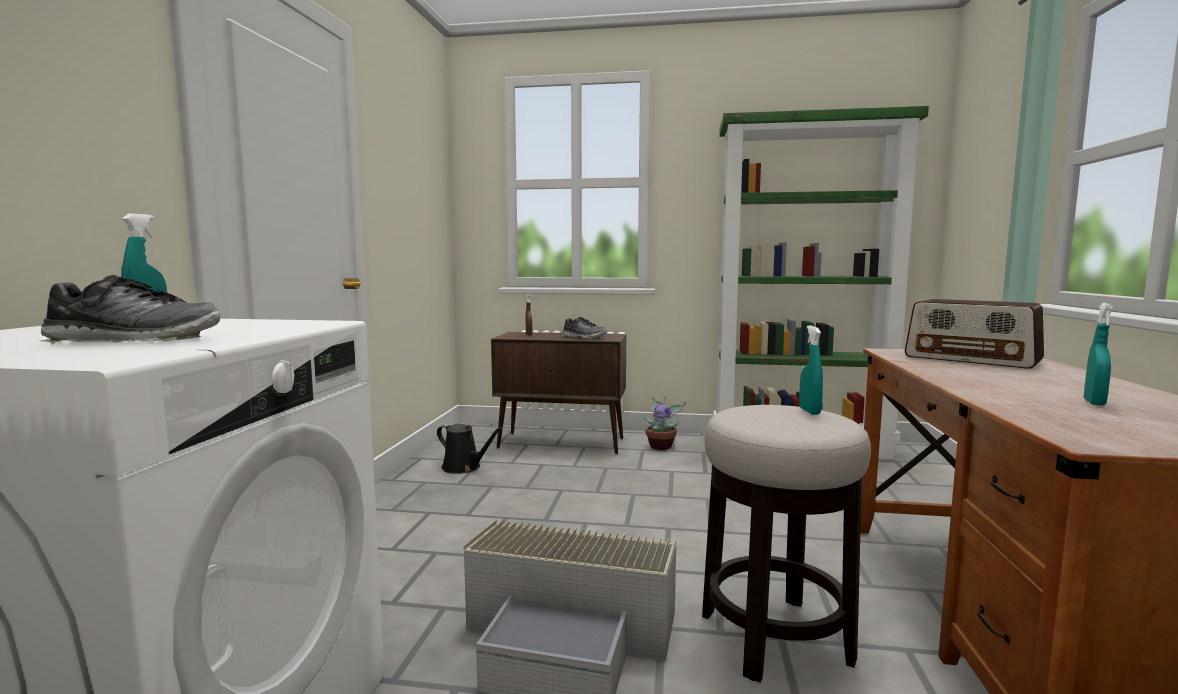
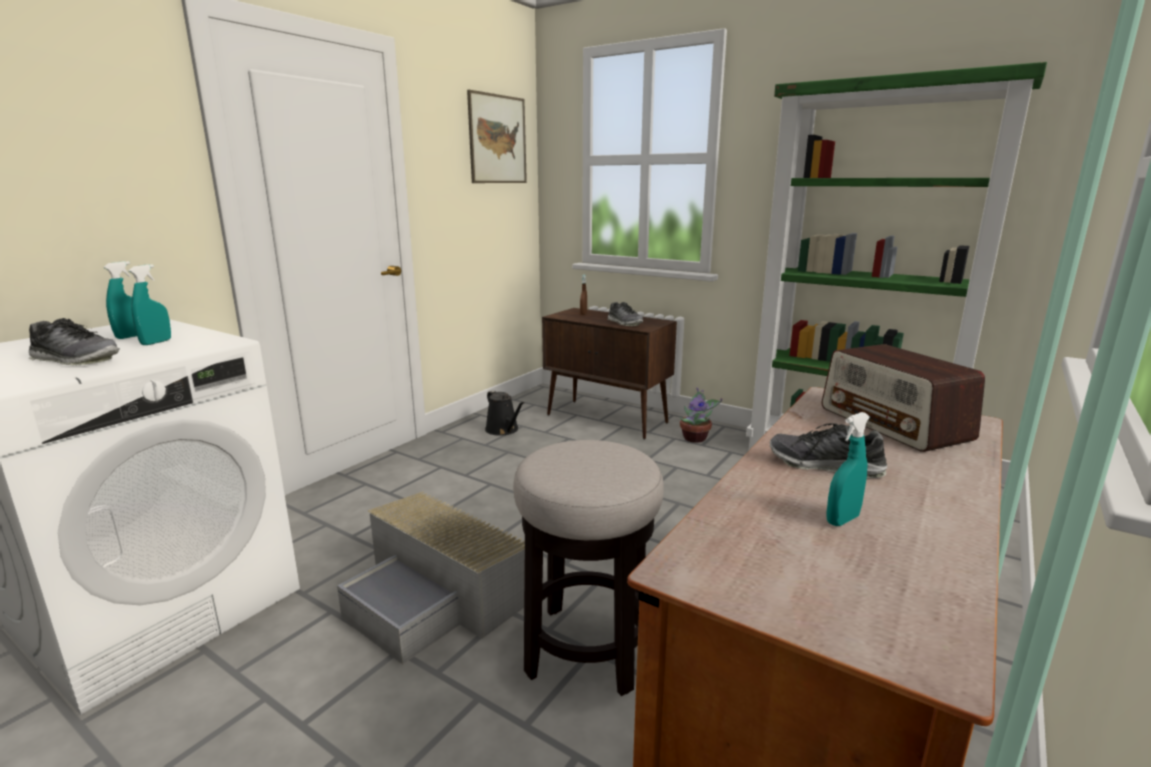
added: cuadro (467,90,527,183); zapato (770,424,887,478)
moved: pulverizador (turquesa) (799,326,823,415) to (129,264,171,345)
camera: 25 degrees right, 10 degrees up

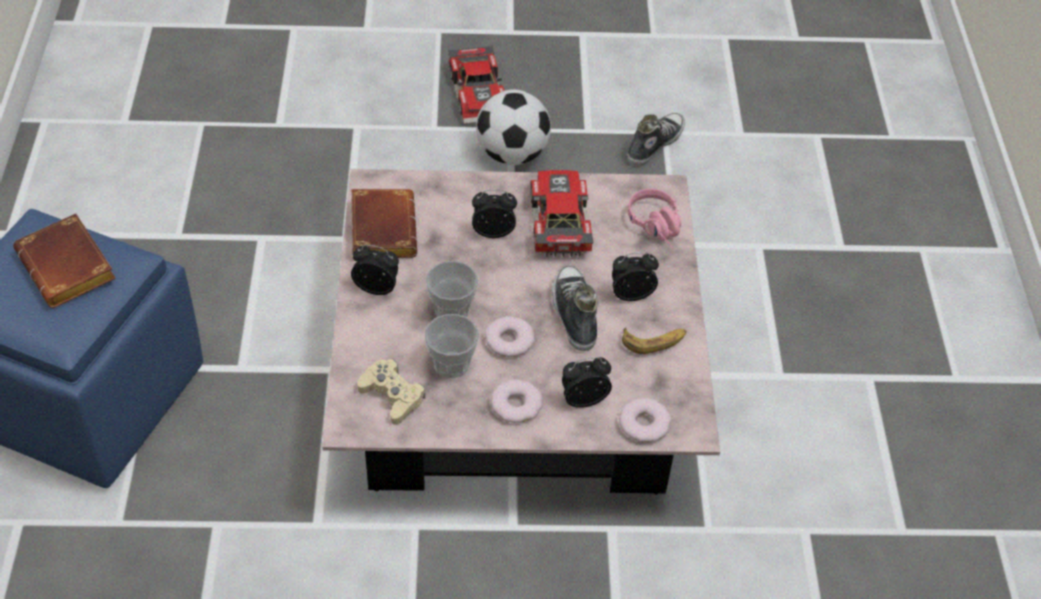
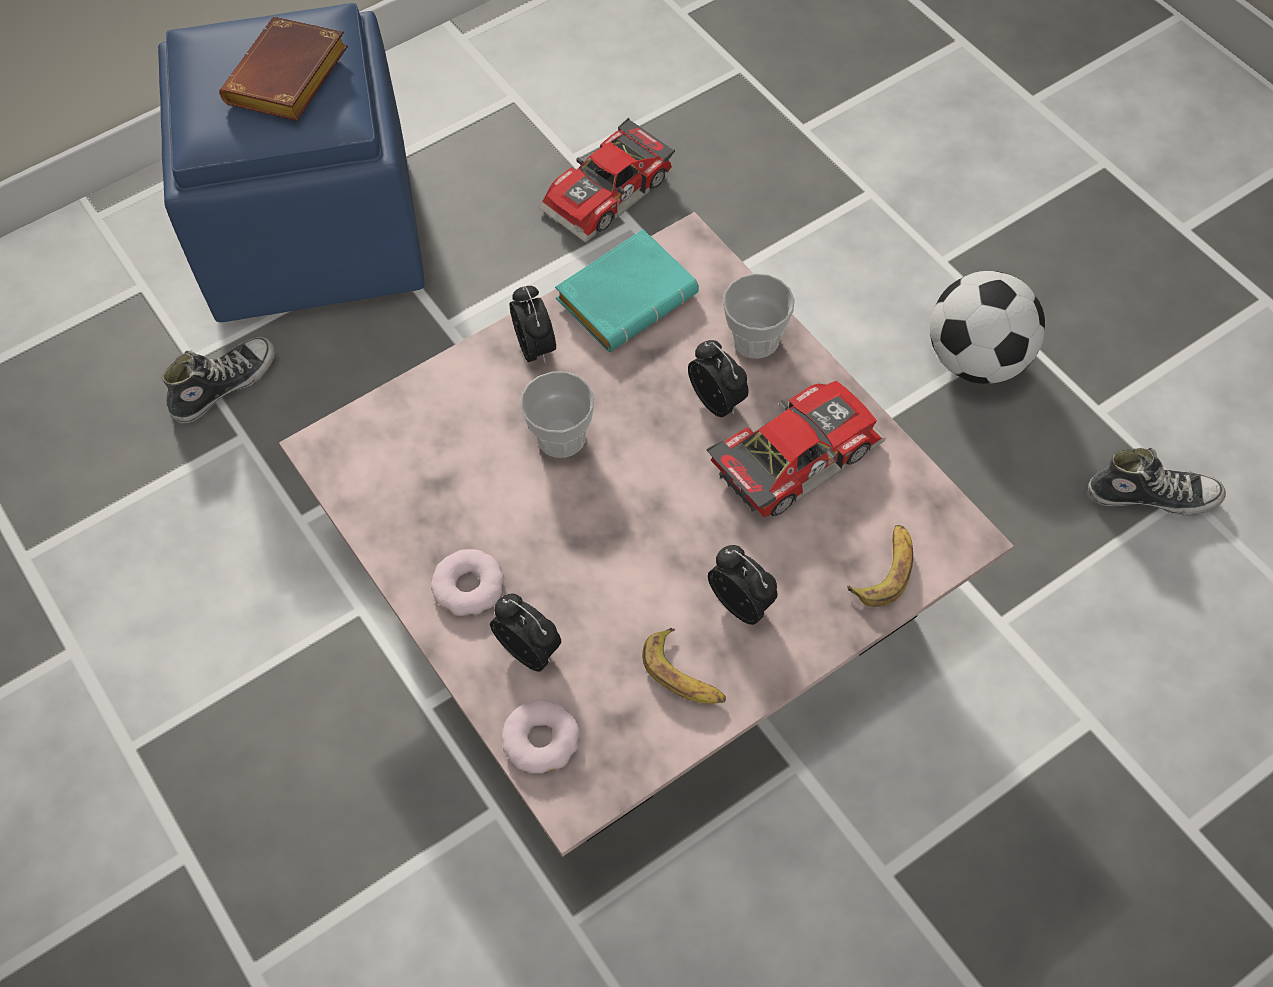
removed: mando de consola (beis) (357,359,425,425); rosquilla (485,316,535,357)
moved: zapato (552,265,597,351) to (161,337,275,423); coche de juguete (449,45,505,124) to (539,118,675,243); taza (425,314,479,378) to (723,274,795,358)
replaced: auriculares (rosa) (628,189,681,249) to plátano (847,525,913,607)
recoloured: libro (marrón) (352,189,417,258) to libro (turquesa) (555,229,699,352)
camera: 60 degrees right, 10 degrees up

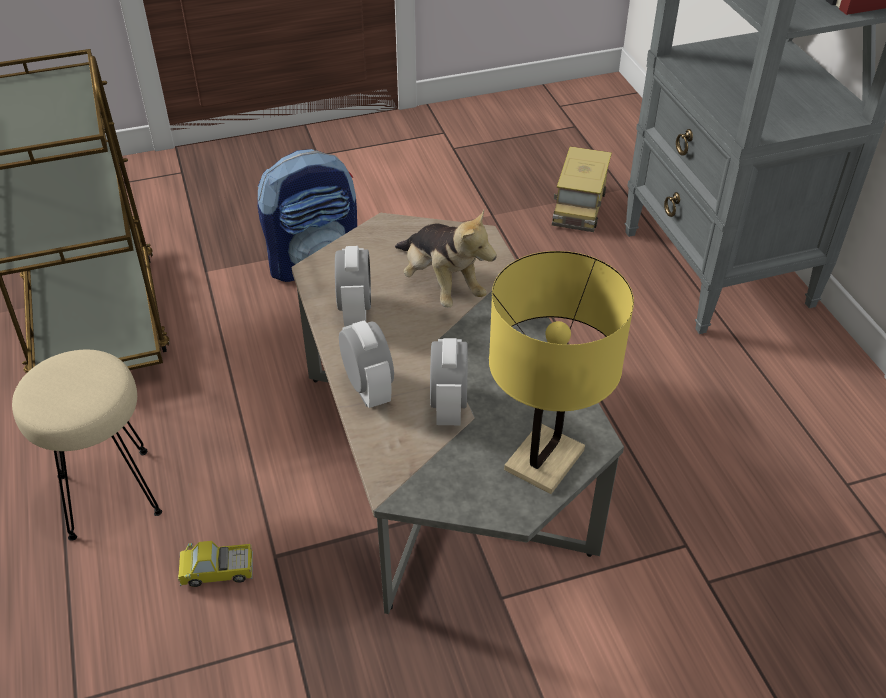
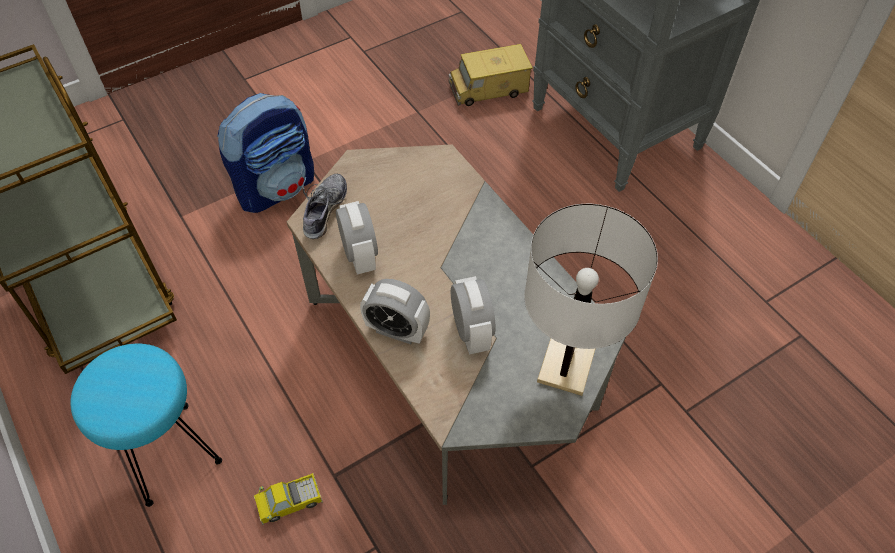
removed: peluche (395,210,497,307)
added: zapato (302,174,347,239)
recoloured: taburete (beis) (12,350,162,541) to taburete (turquesa) (70,344,222,507); lámpara de mesa (amarillo) (489,251,634,494) to lámpara de mesa (blanco) (524,204,658,396)
turned: despertador (339,320,394,408) = (360,279,430,344) 150 degrees clockwise; camión de juguete (552,146,612,232) = (449,44,533,106) 75 degrees clockwise
camera: 15 degrees left, 10 degrees up

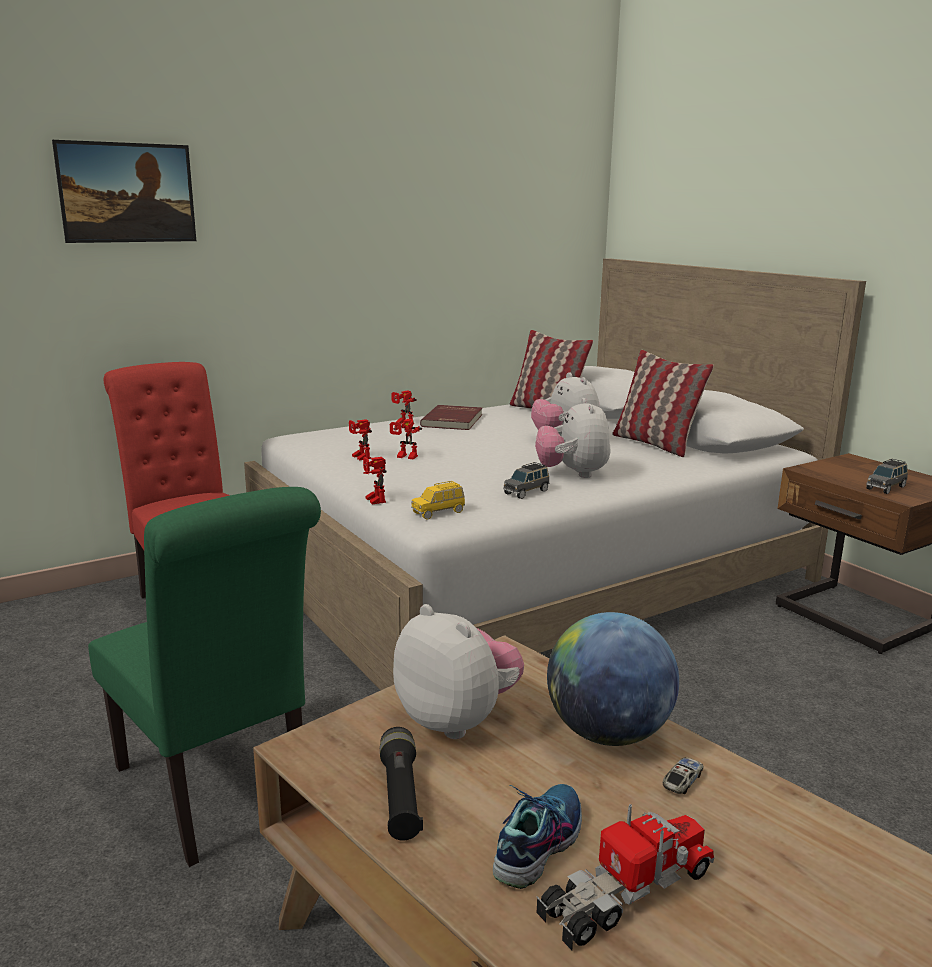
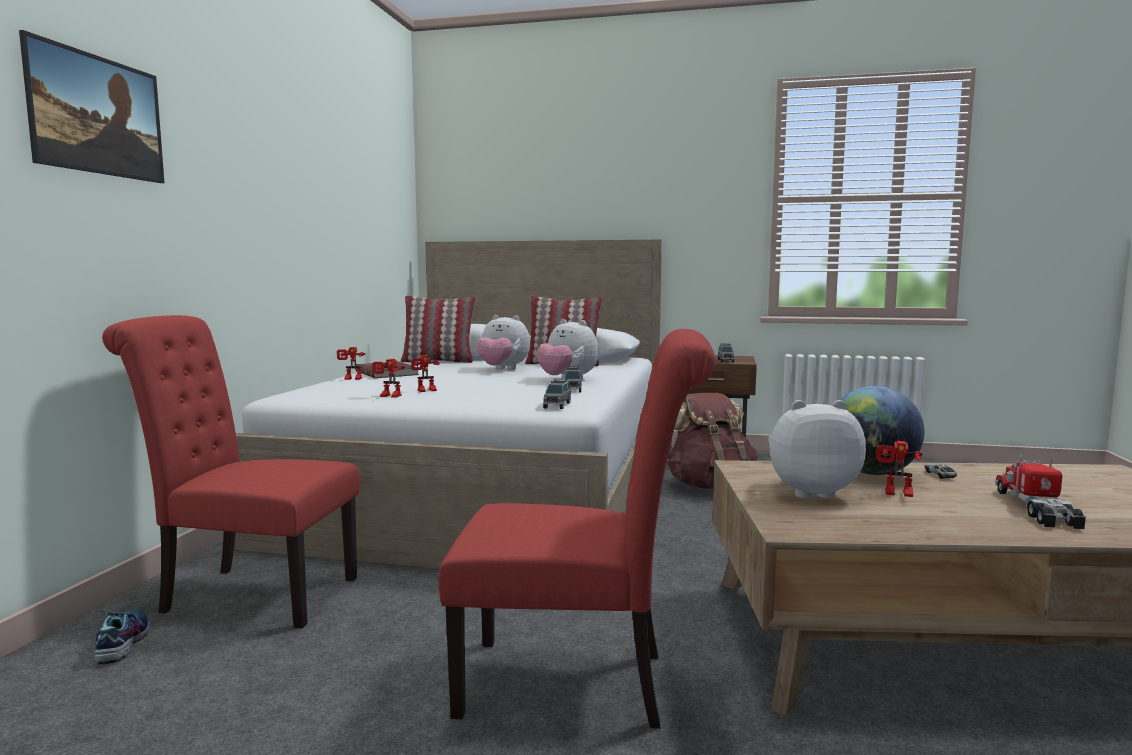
removed: linterna (negro) (380,727,423,840)
added: mochila (marrón) (667,393,758,489)
moved: zapato (493,784,582,889) to (95,609,150,664); robot de juguete (363,457,387,505) to (876,441,922,497)
recoloured: silla (verde) (88,487,321,867) to silla (rojo) (438,329,716,729); coche de juguete (amarillo) (411,481,465,520) to coche de juguete (gris) (543,379,571,409)
camera: 45 degrees left, 10 degrees down

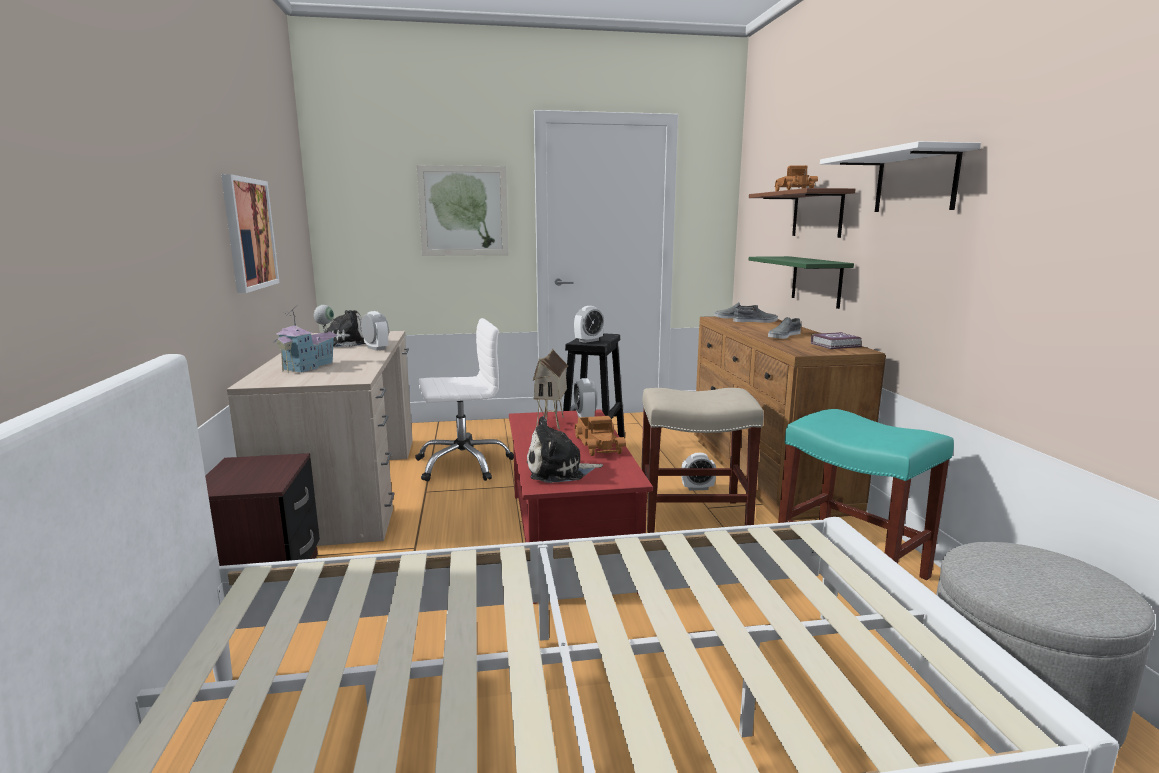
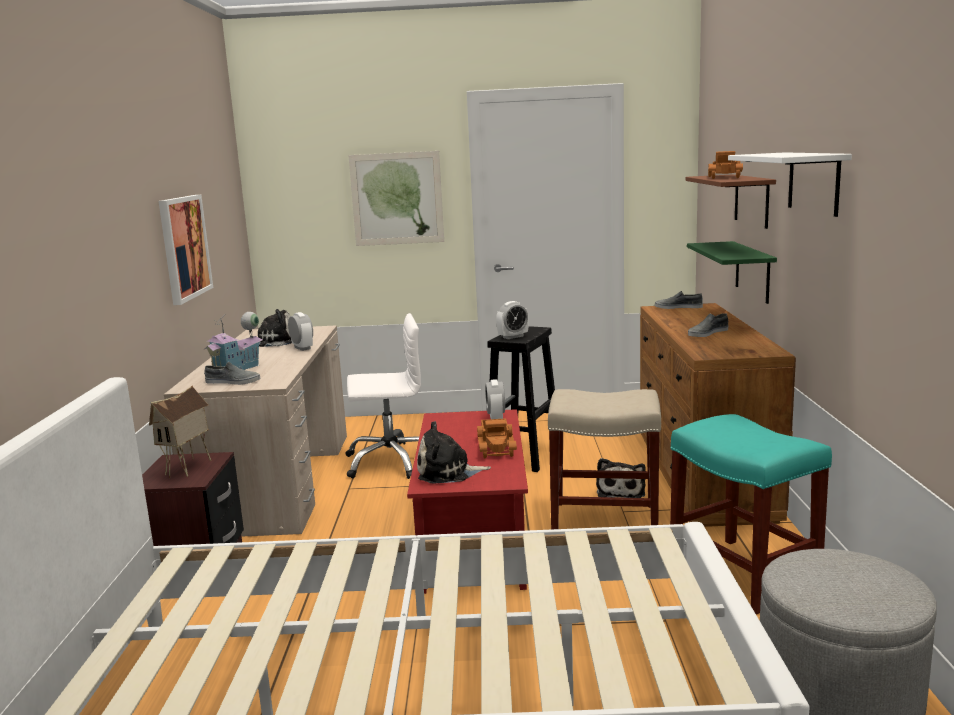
removed: libro (811,332,862,349)
moved: casita (533,349,568,429) to (149,385,211,478); zapato (gris) (733,305,778,323) to (204,362,261,385)
replaced: despertador (681,453,716,491) to peluche (596,458,646,498)
camera: 10 degrees right, 0 degrees up

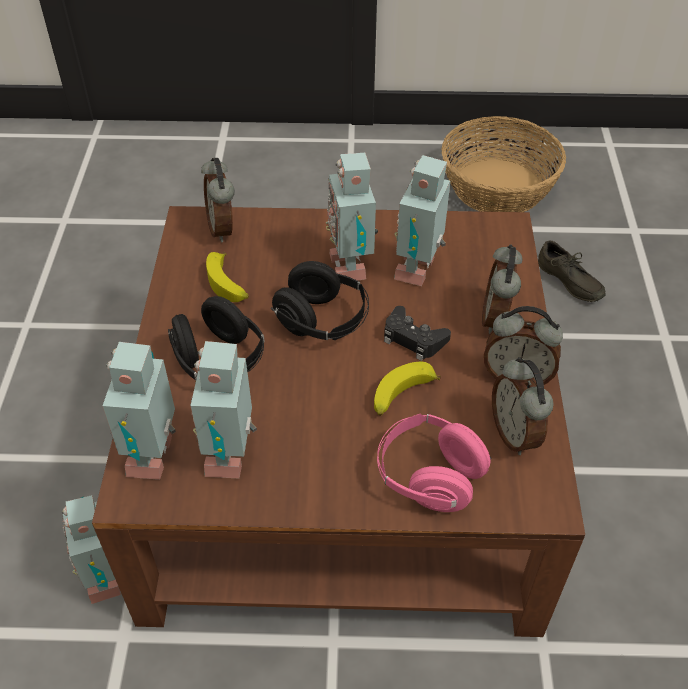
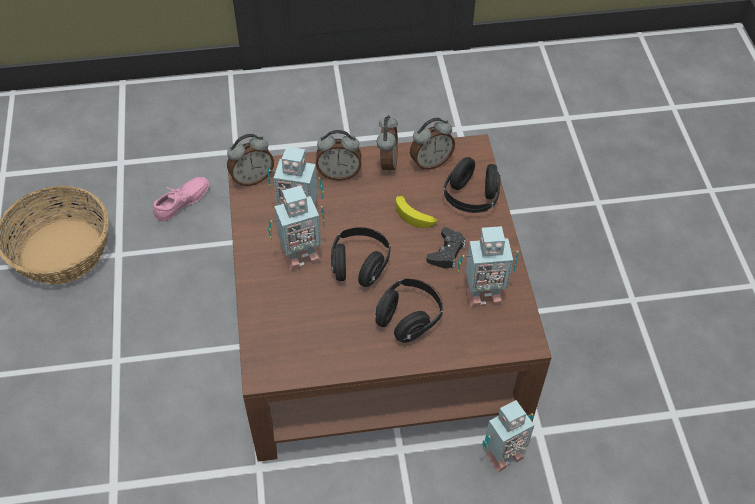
removed: robot de juguete (102,342,176,480); plátano (206,252,249,302)
moved: despertador (201,158,234,243) to (227,134,274,186); mando de consola (negro) (384,306,451,361) to (426,227,466,269)
recoloured: zapato (gris) (538,241,606,302) to zapato (rosa) (153,177,209,221); auriculares (rosa) (377,414,491,512) to auriculares (negro) (443,157,500,213)
camera: 100 degrees left, 5 degrees up

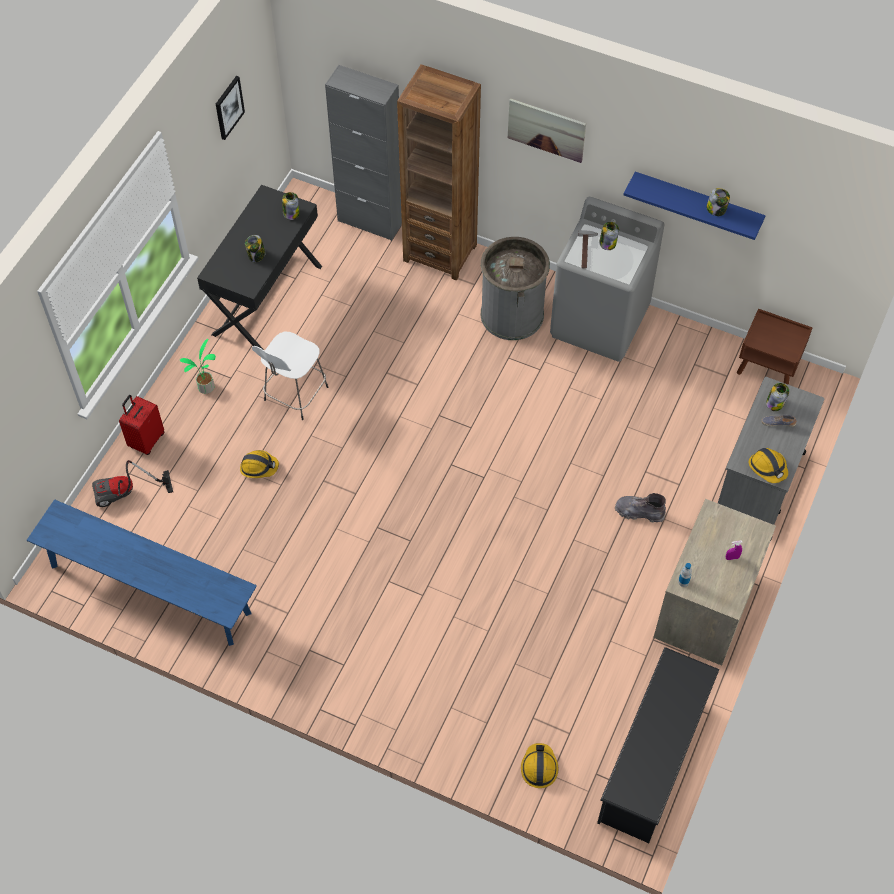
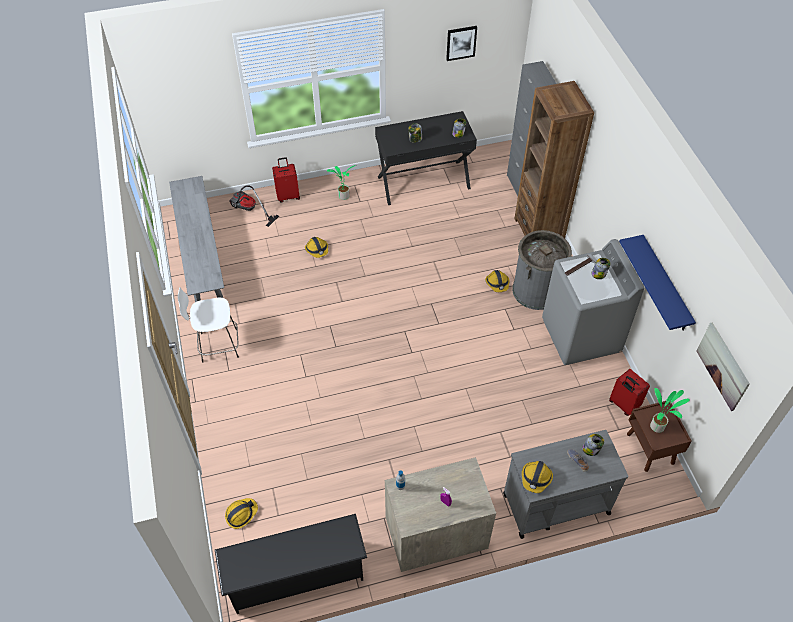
removed: bota (gris) (615,493,666,523); tarro (707,188,730,216)
added: casco (485,270,510,292); maleta (rojo) (609,369,650,416); planta en maceta (650,388,690,433)
moved: taburete (blanco) (252,332,328,420) to (178,287,239,362); cuadro (508,98,586,163) to (696,323,750,411)
recoloured: banco (azul) (27,499,257,646) to banco (gris) (169,176,224,302)
camera: 50 degrees right, 5 degrees down

